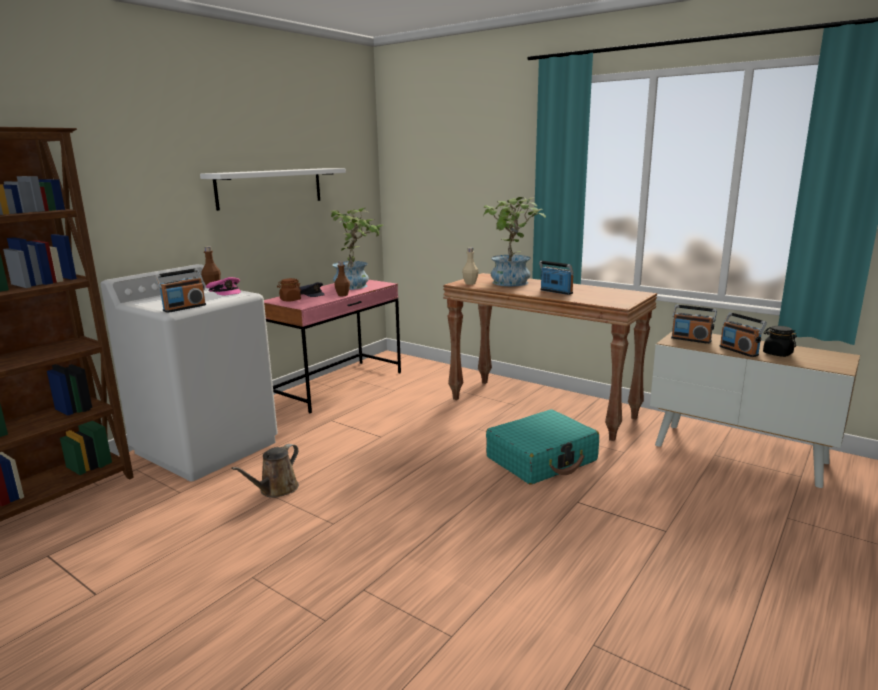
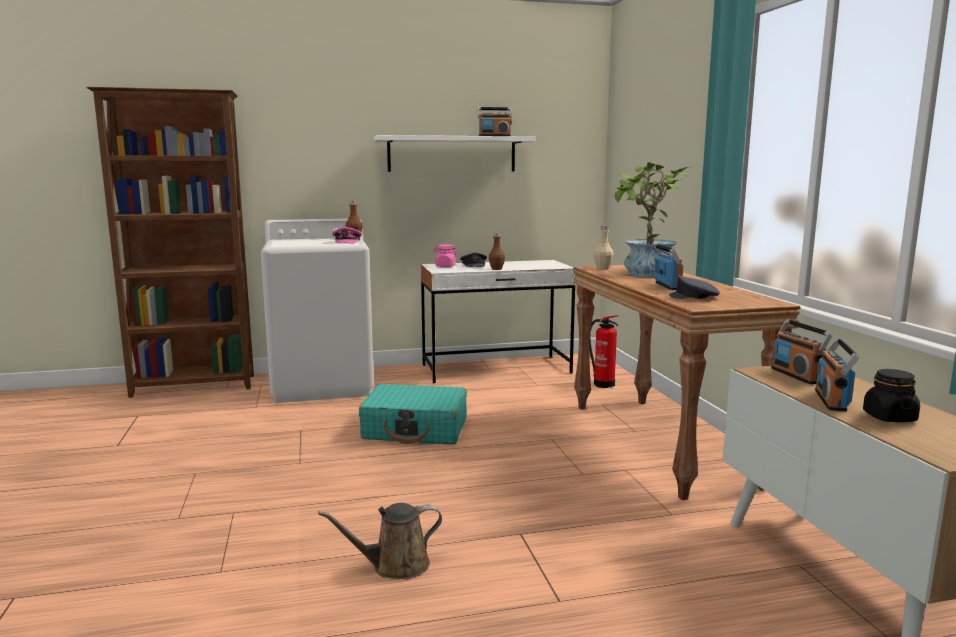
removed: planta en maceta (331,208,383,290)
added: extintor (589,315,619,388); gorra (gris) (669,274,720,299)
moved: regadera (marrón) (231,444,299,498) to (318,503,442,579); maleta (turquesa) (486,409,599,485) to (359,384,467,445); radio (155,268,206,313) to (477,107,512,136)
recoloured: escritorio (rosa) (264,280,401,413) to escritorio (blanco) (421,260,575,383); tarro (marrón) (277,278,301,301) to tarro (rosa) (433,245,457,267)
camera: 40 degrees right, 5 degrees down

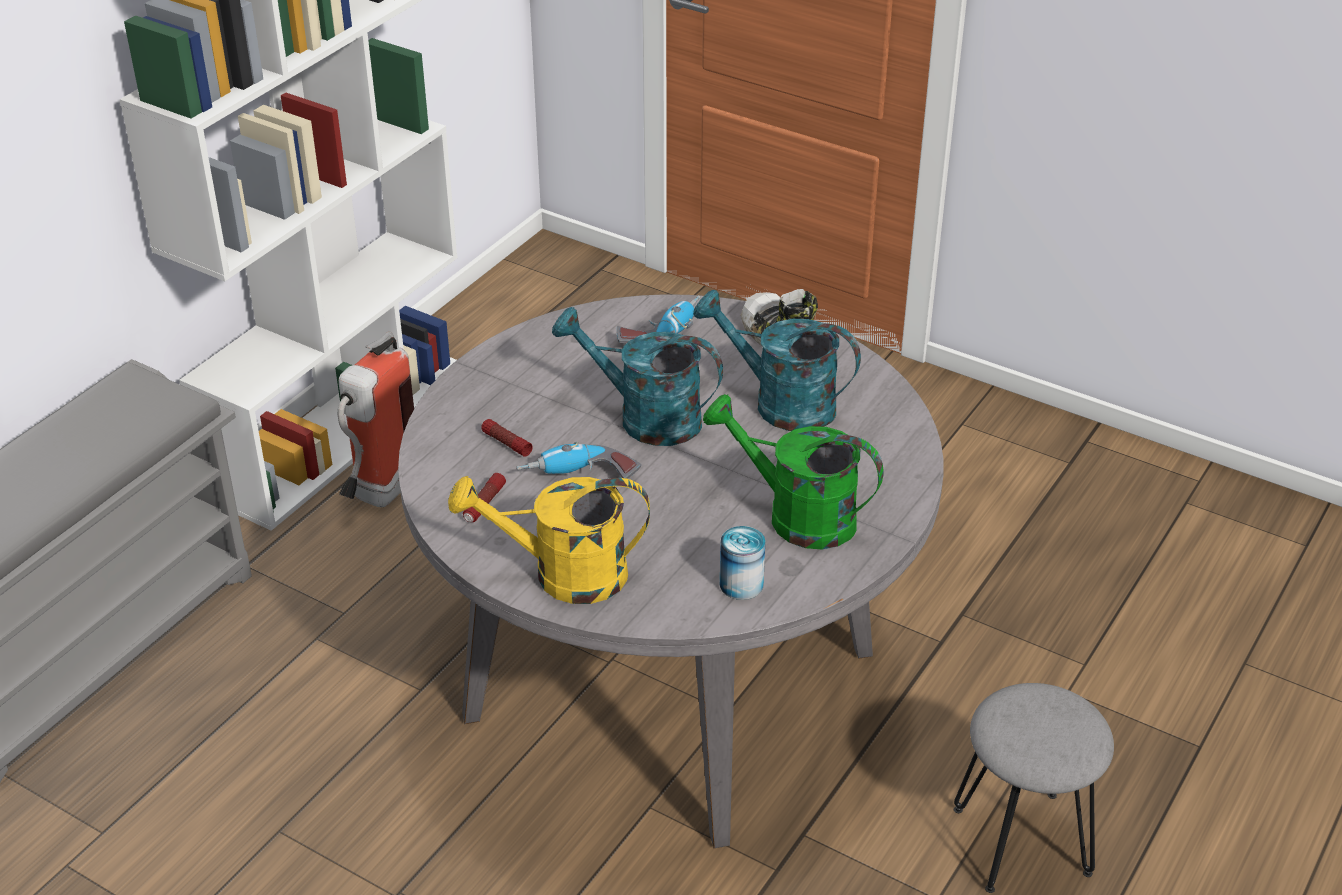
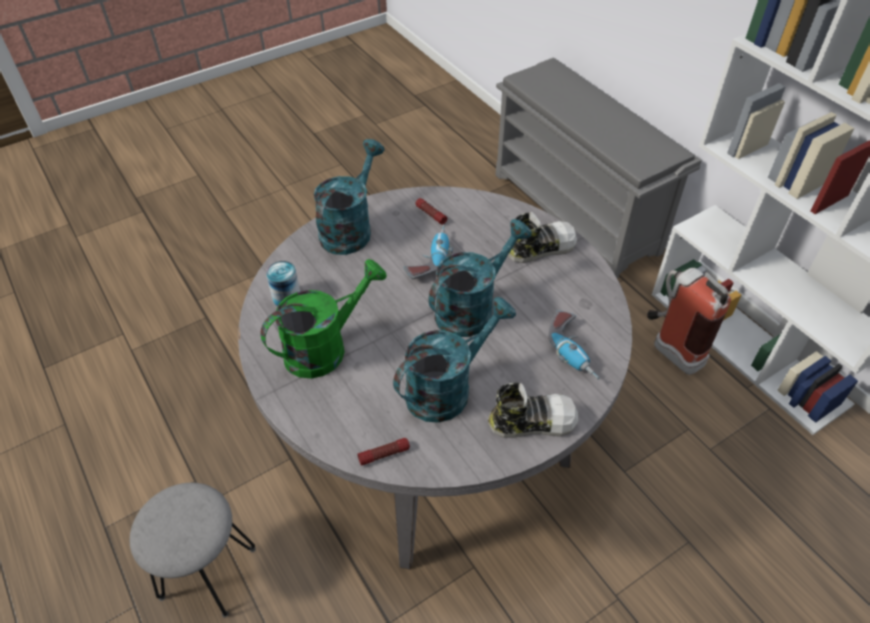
added: zapato (508,212,577,263)
moved: linterna (481,419,533,457) to (357,438,410,466)
recoloured: regadera (amarillo) (448,476,650,604) to regadera (turquesa) (313,139,384,255)
camera: 115 degrees right, 10 degrees up

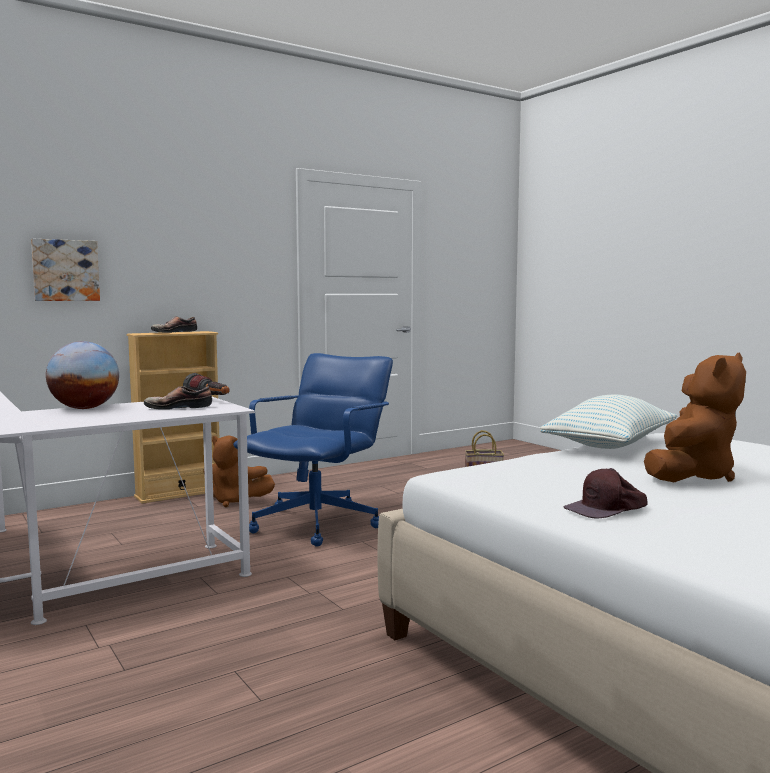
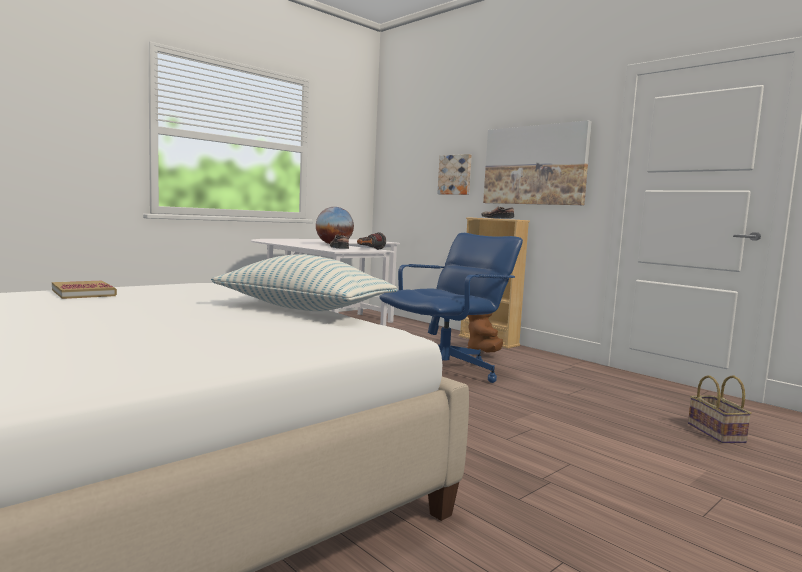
removed: peluche (marrón) (644,353,746,482)
added: cuadro (483,120,592,205)
replaced: gorra (marrón) (564,468,647,519) to libro (52,281,117,299)
turned: silla de oficina (azul) (233,353,393,547) = (380,233,523,383) 60 degrees counterclockwise
camera: 80 degrees right, 0 degrees up

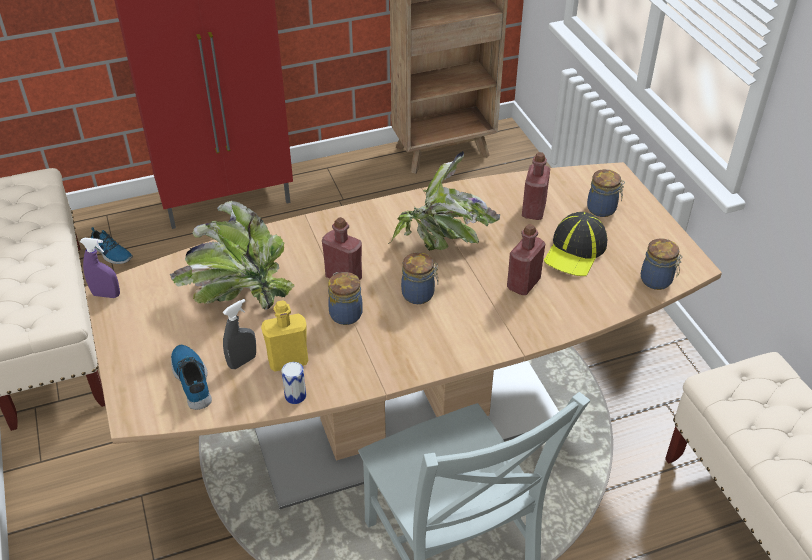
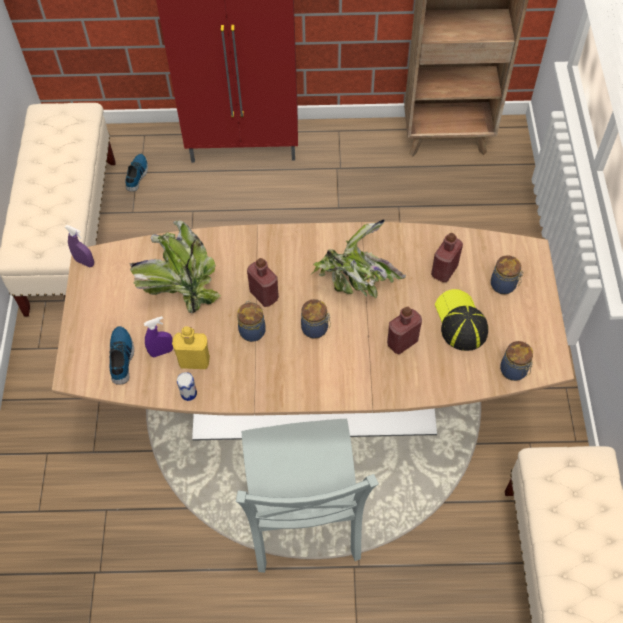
recoloured: pulverizador (gris) (223,299,256,369) to pulverizador (morado) (144,316,173,357)
turned: zapato (91,227,133,264) = (125,154,148,192) 135 degrees counterclockwise; gorra (544,212,607,276) = (435,289,488,351) 120 degrees clockwise
camera: 20 degrees right, 15 degrees up

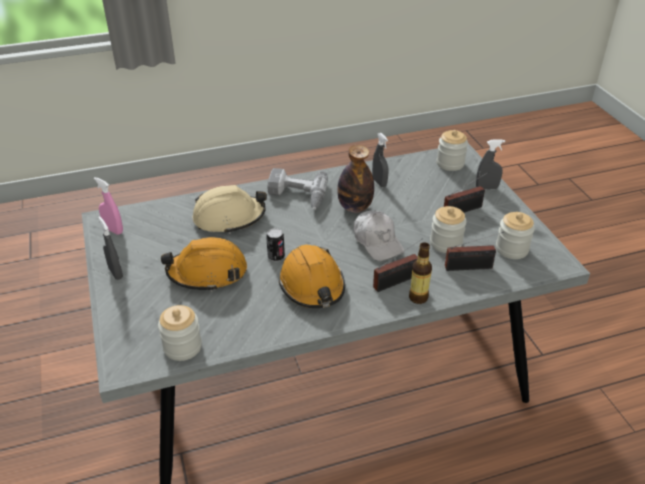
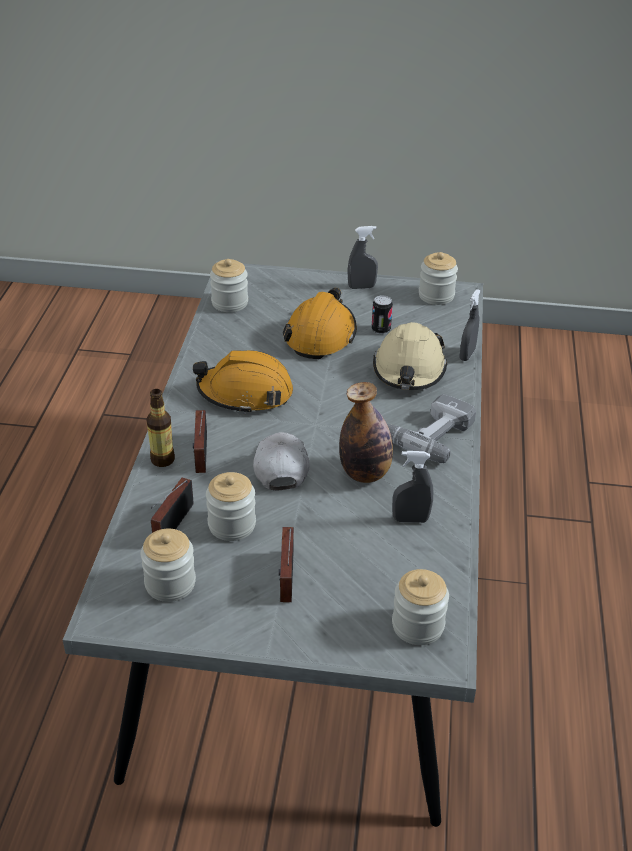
moved: lata (266,228,285,261) to (372,295,393,334); pulverizador (gris) (476,139,505,189) to (460,289,481,361)
replaced: pulverizador (rosa) (94,177,123,235) to tarro (419,252,458,305)
turned: gorra (blanco) (354,210,404,261) = (253,432,310,490) 90 degrees clockwise
camera: 115 degrees right, 0 degrees up

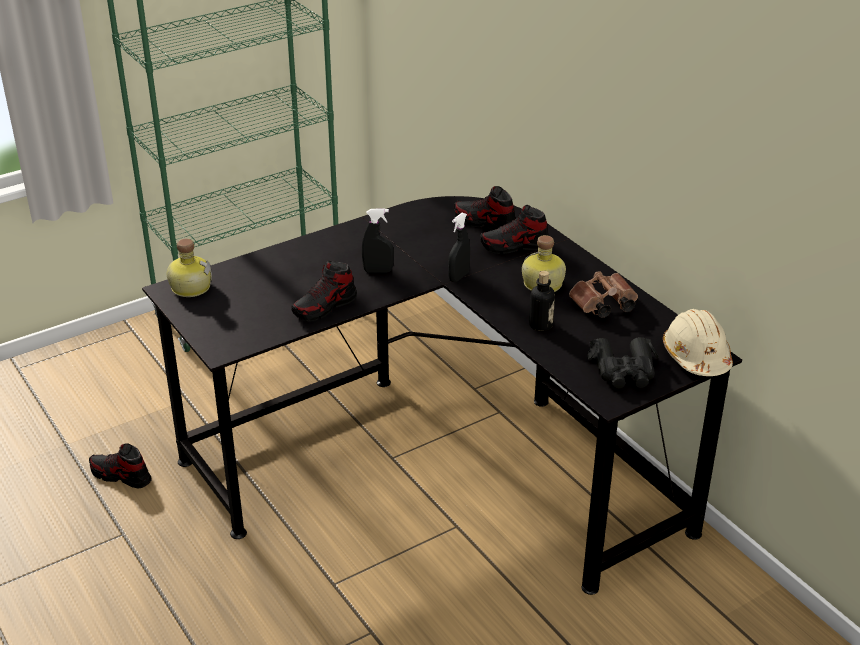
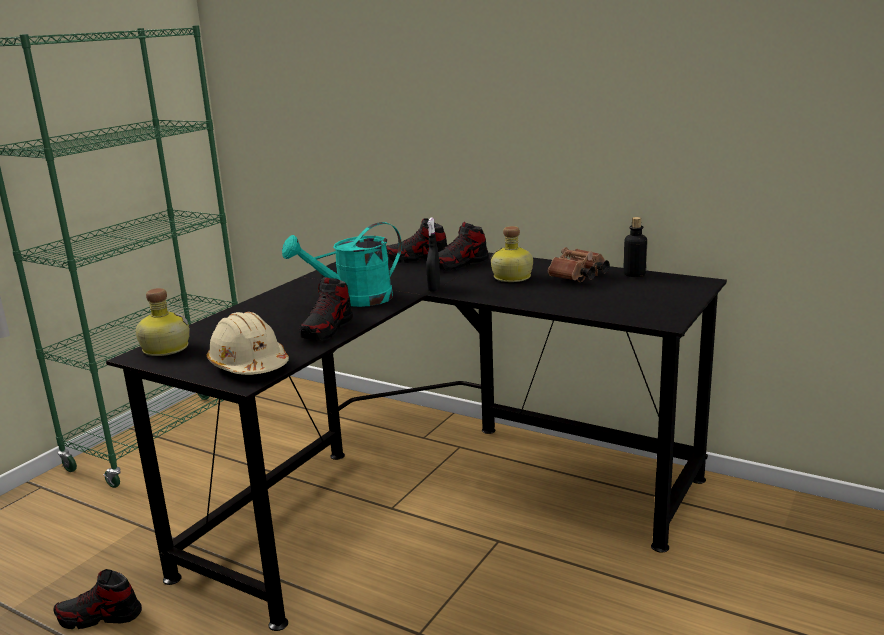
removed: prismáticos (negro) (587,337,659,388)
moved: casco (beis) (663,309,733,376) to (207,312,289,375); botella (529,271,555,331) to (623,217,647,277)
replaced: pulverizador (negro) (362,208,394,273) to regadera (turquesa) (282,222,402,307)
camera: 25 degrees left, 15 degrees down

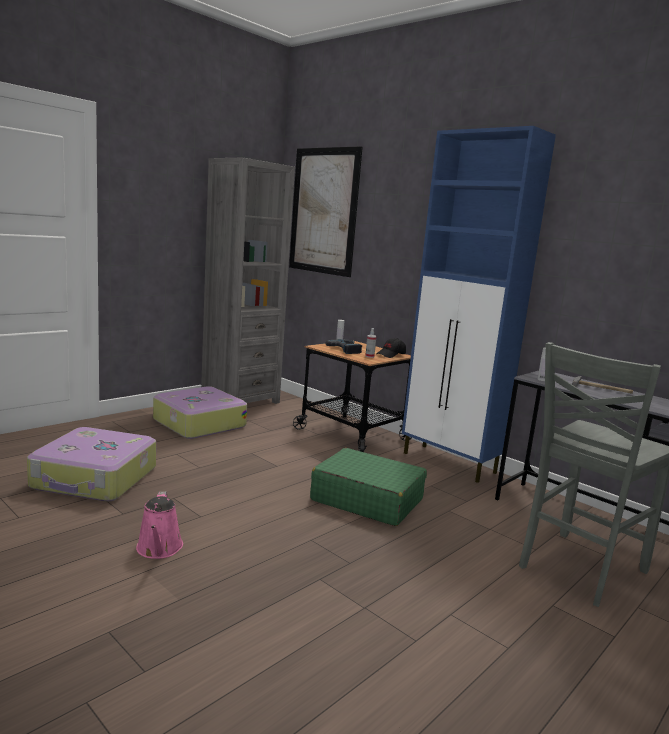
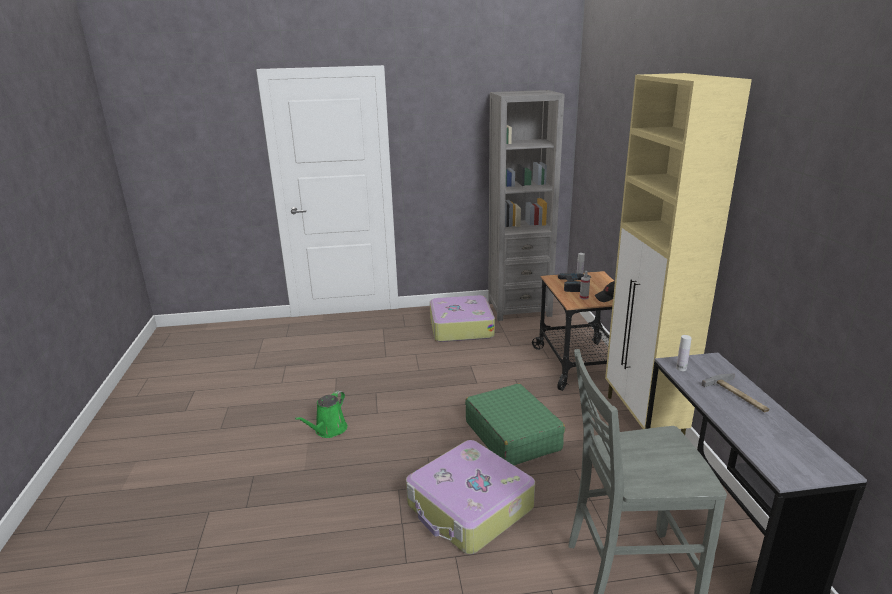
removed: cuadro (289,146,363,277)
moved: maleta (27,427,156,502) to (406,440,535,554)
recoloured: regadera (rosa) (136,491,183,559) to regadera (verde) (295,391,347,438); armario (azul) (402,126,556,483) to armario (beis) (605,73,752,435)
camera: 40 degrees right, 10 degrees up

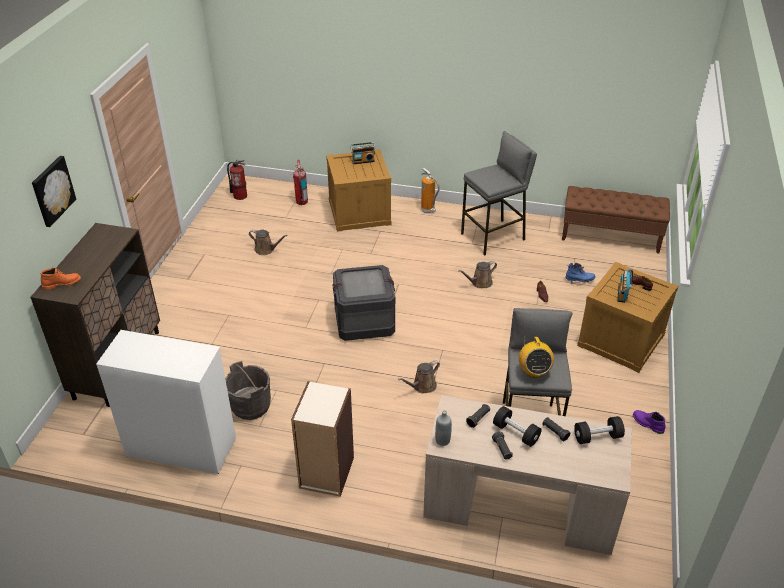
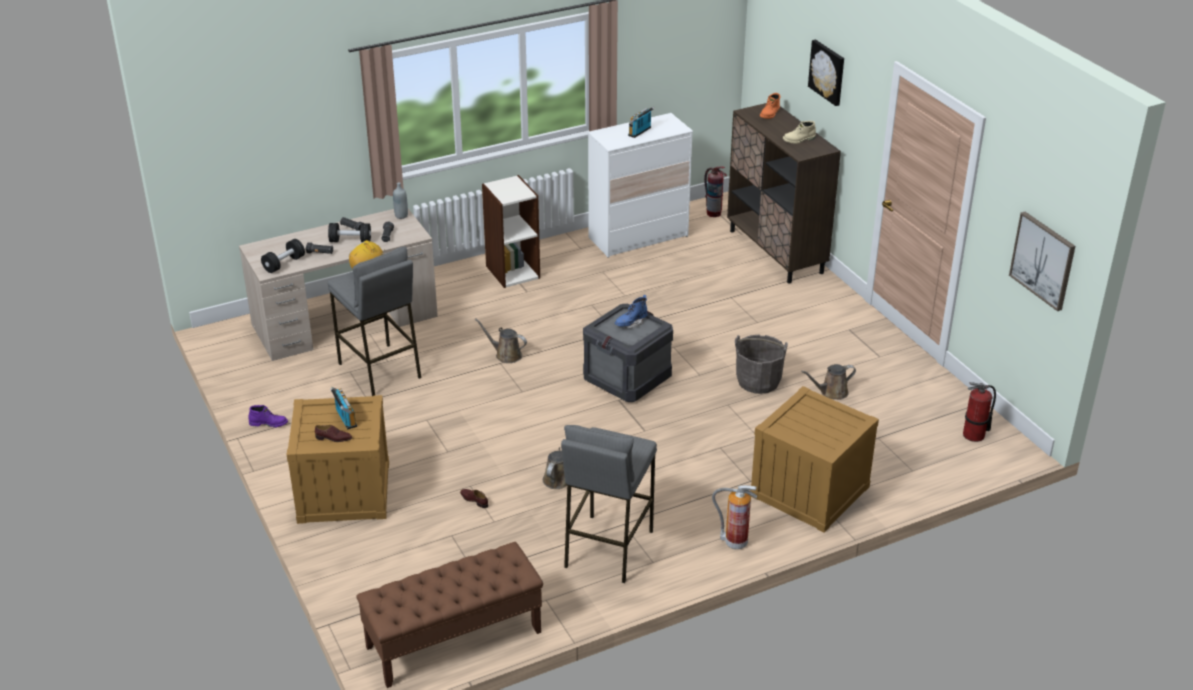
added: bota (beis) (783,121,816,144); cuadro (1009,212,1075,311)
moved: bota (azul) (565,263,596,284) to (615,295,648,328); radio (350,142,375,164) to (628,107,654,138); extintor (293,160,308,205) to (704,166,727,217); cubo (gris) (225,361,271,420) to (735,334,788,394)
turned: regadera (marrón) (398,360,440,394) = (475,318,527,363) 75 degrees counterclockwise
camera: 140 degrees right, 5 degrees down

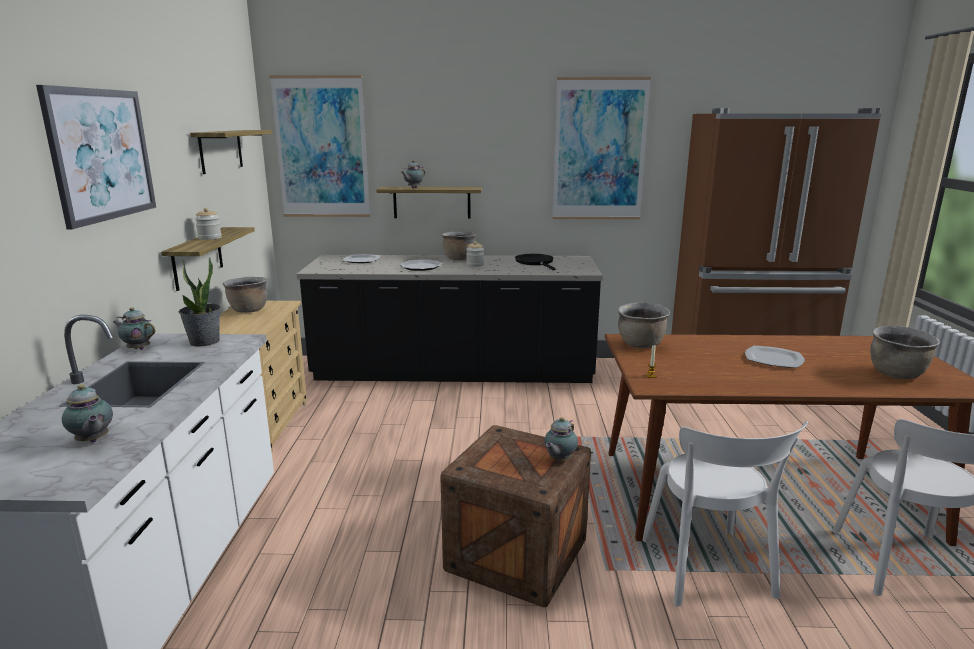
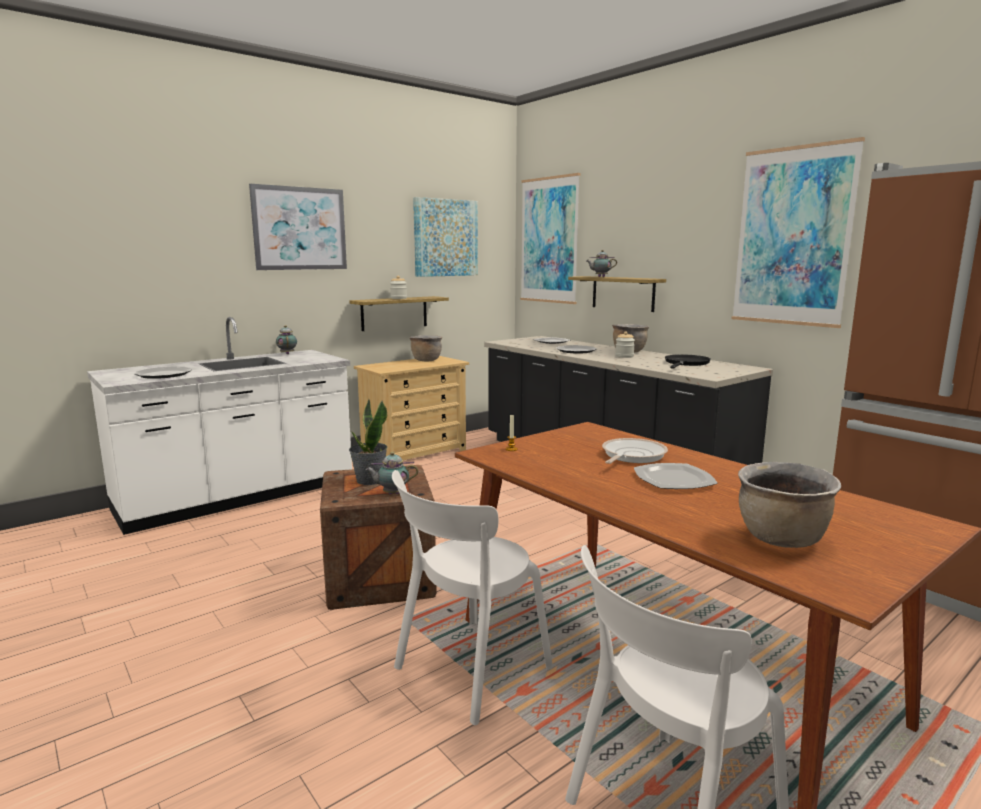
removed: olla (marrón) (618,303,670,348)
added: sartén (602,438,668,464)
moved: planta en maceta (179,258,220,347) to (349,399,387,485)
replaced: tetera (62,384,113,442) to plato (135,366,192,379); estante (190,130,272,174) to cuadro (413,197,478,277)
camera: 50 degrees right, 5 degrees down

